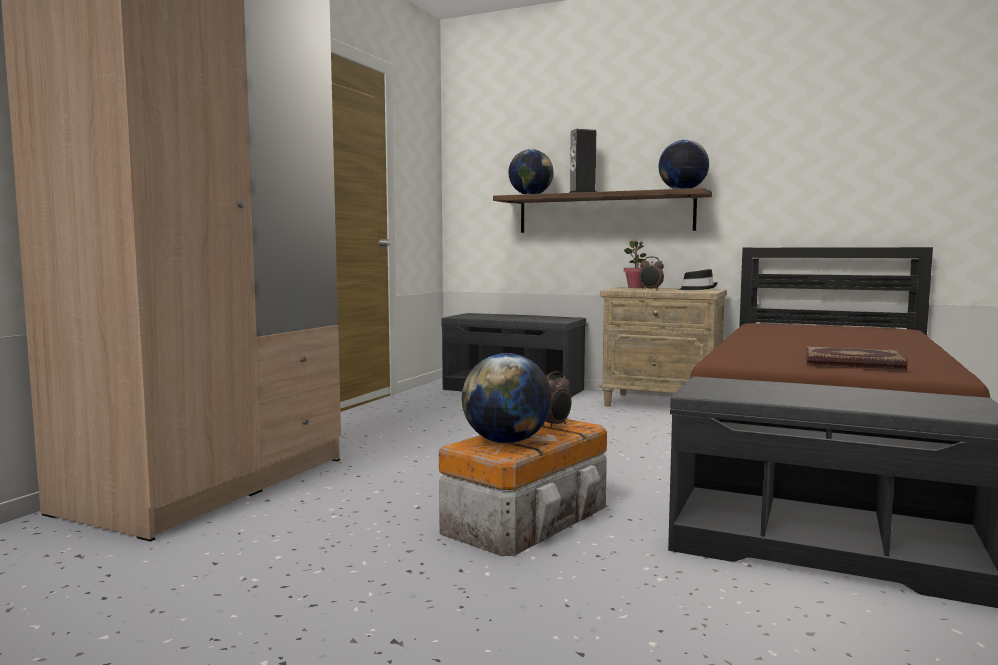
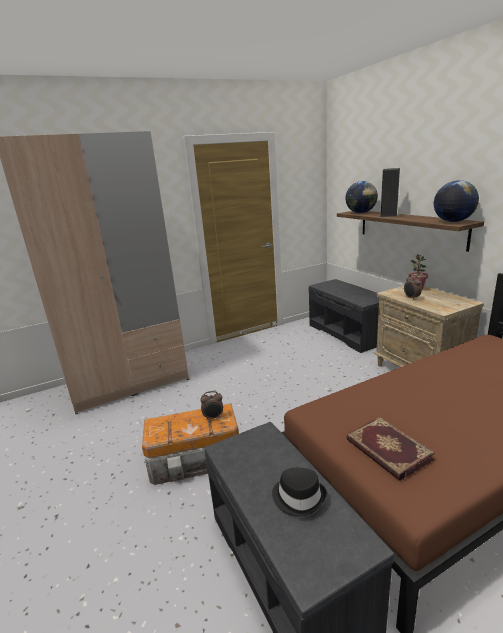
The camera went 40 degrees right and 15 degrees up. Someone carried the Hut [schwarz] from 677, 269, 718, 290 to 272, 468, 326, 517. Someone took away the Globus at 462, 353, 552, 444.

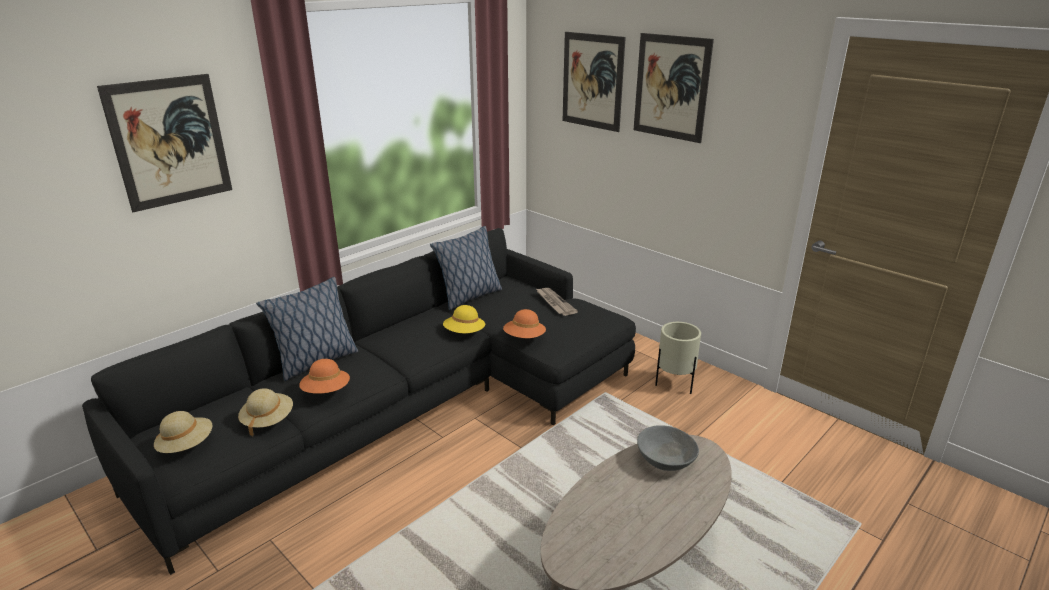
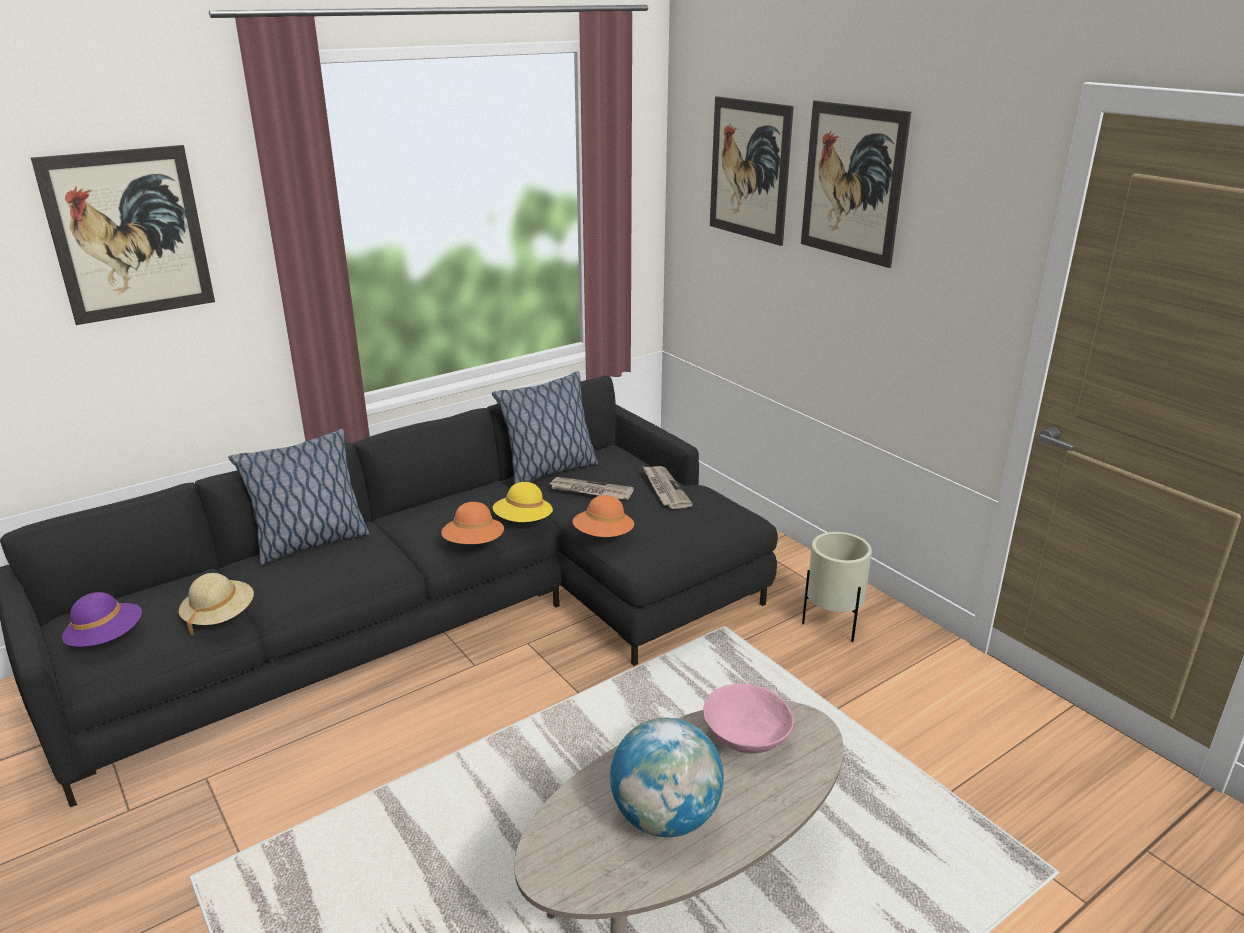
The camera went 10 degrees right and 0 degrees up. Someone repainted the Hut [beige] at 154, 411, 212, 453, which became the Hut [lila] at 62, 592, 142, 647. Someone carried the Hut [orange] from 299, 359, 350, 394 to 441, 502, 504, 544. Someone put down the Zeitung at 550, 477, 634, 500. Someone put down the Globus at 610, 718, 724, 837. Someone repainted the Schüssel [grau] at 637, 425, 699, 471, which became the Schüssel [rosa] at 703, 684, 794, 754.

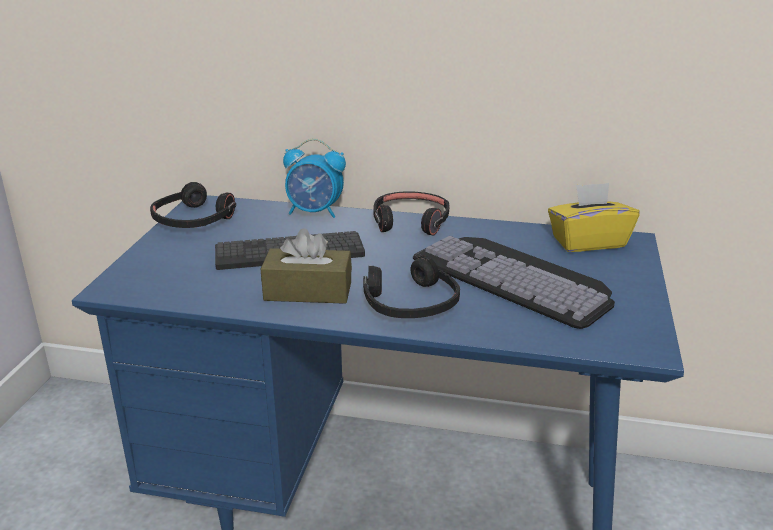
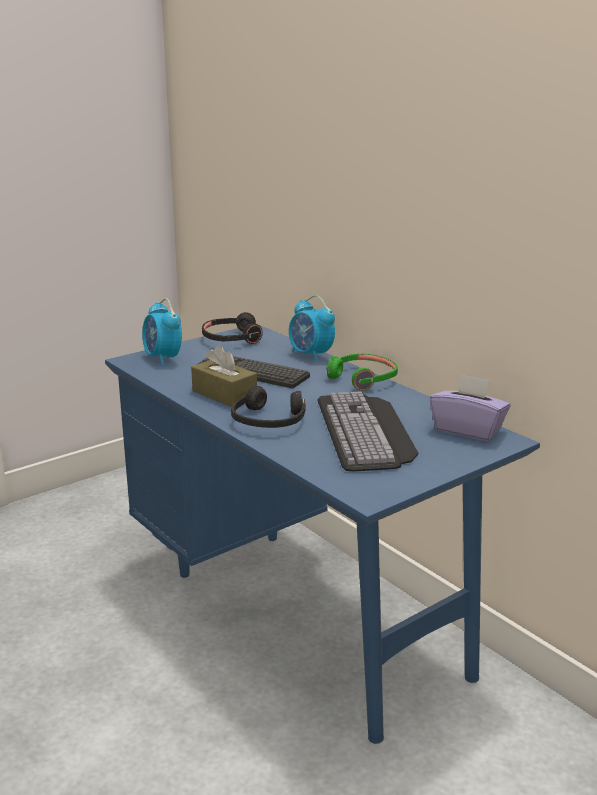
The camera went 40 degrees right and 5 degrees down. Someone put down the Wecker at 142, 298, 182, 365. Someone repainted the Kopfhörer [schwarz] at 373, 192, 450, 236, which became the Kopfhörer [grün] at 326, 354, 398, 391. Someone repainted the Taschentuchbox [gelb] at 548, 183, 640, 252, which became the Taschentuchbox [lila] at 430, 374, 510, 441.

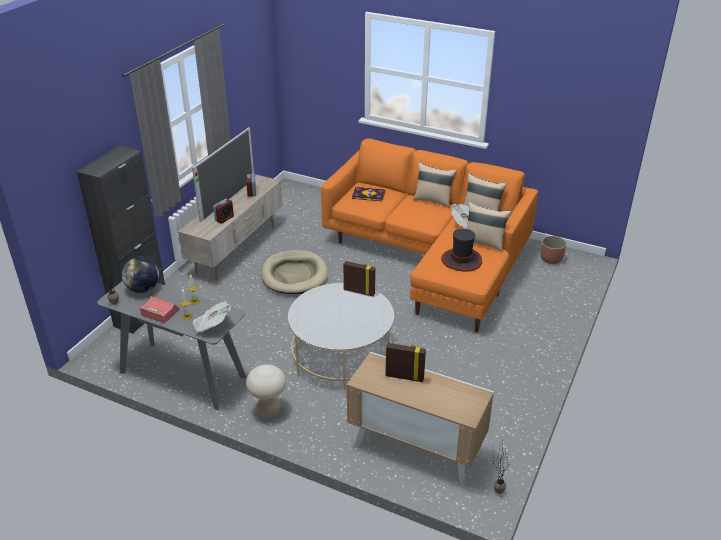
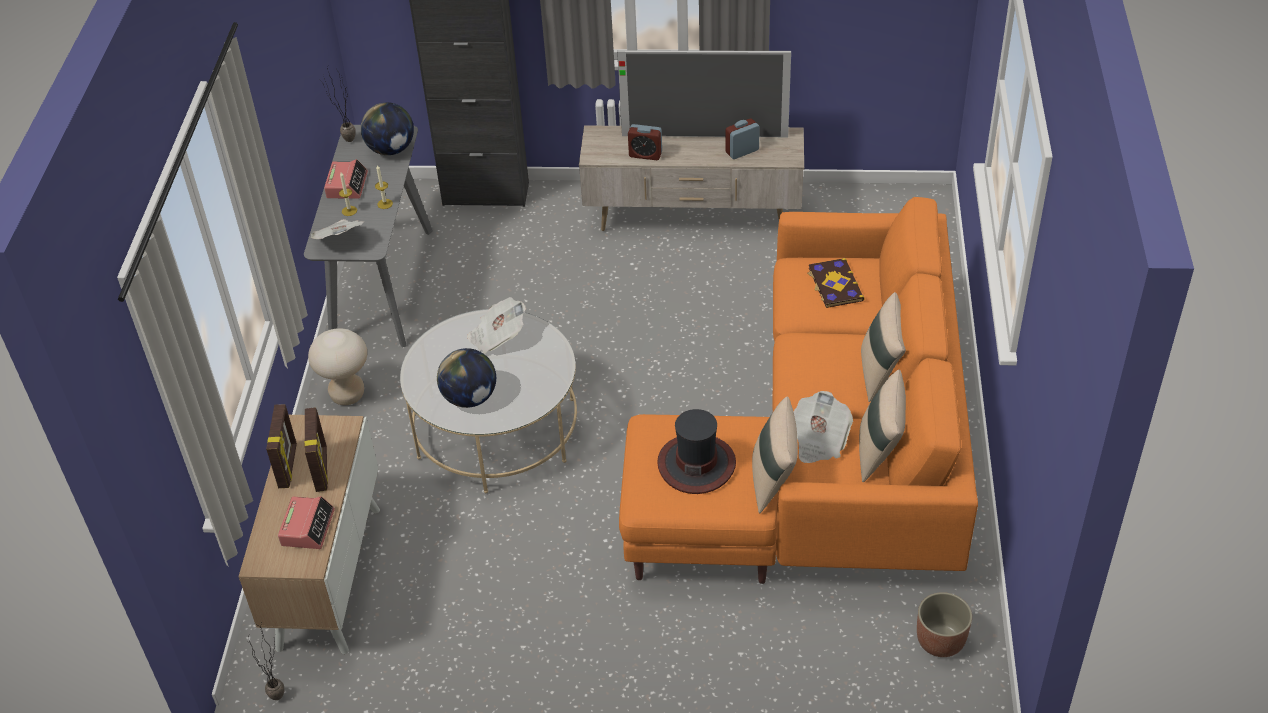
The camera went 70 degrees right and 10 degrees up. Someone carried the Bilderrahmen from 343, 261, 376, 296 to 266, 404, 297, 488. Someone put down the Wecker at 278, 496, 335, 549. Someone put down the Globus at 437, 348, 496, 408. Someone put down the Zeitung at 467, 297, 526, 354. Someone took away the Hundebett [beige] at 261, 250, 328, 294.

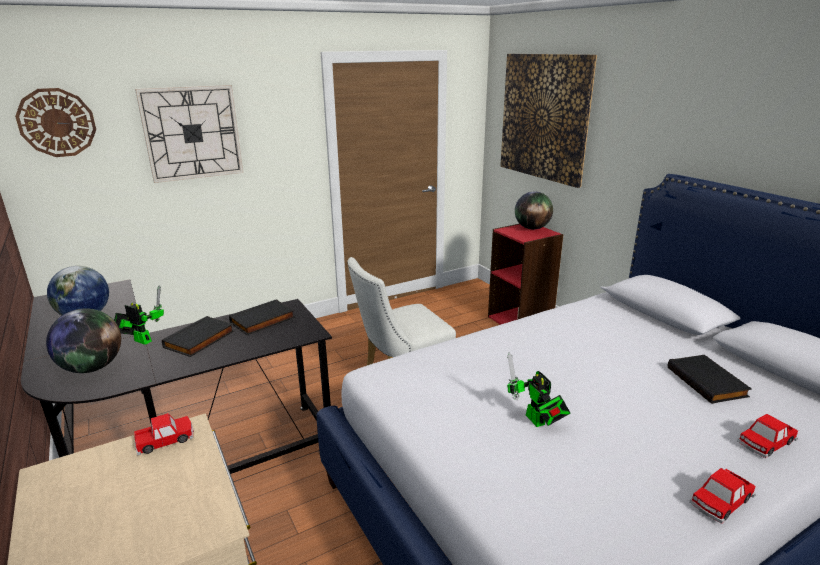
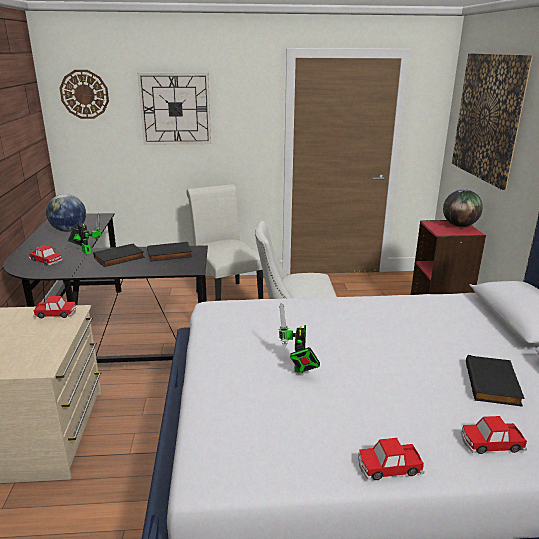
The camera went 25 degrees right and 0 degrees up. Someone swapped the Globus at 46, 308, 121, 373 for the Spielzeugauto at 29, 245, 63, 266. Someone put down the Stuhl [weiß] at 186, 184, 263, 301.

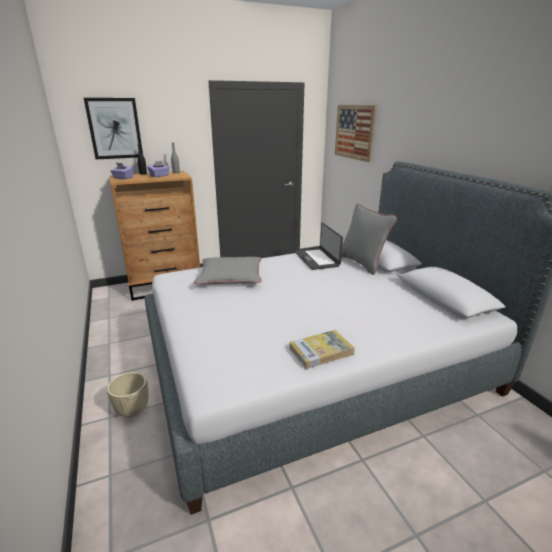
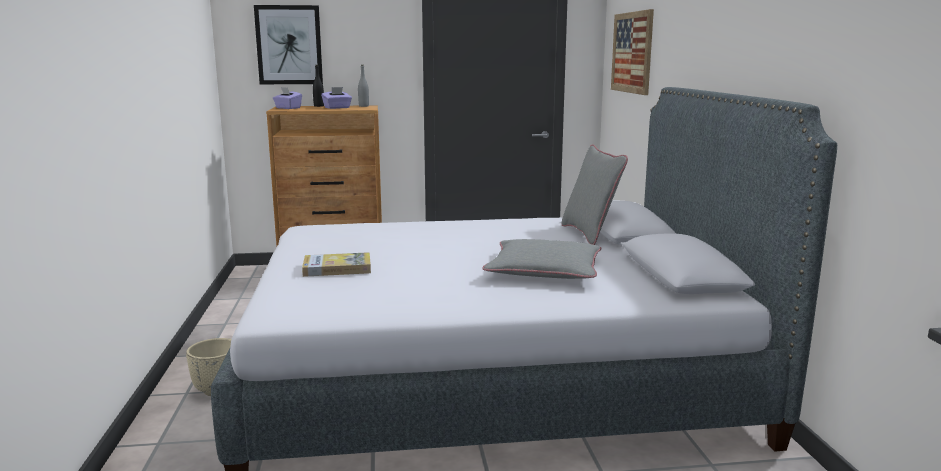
The camera went 15 degrees right and 10 degrees down. Someone carried the Buch from 289, 330, 355, 369 to 302, 252, 371, 277. Someone carried the Kissen [grau] from 194, 257, 262, 284 to 482, 239, 601, 279. Someone took away the Laptop at 295, 223, 343, 270.

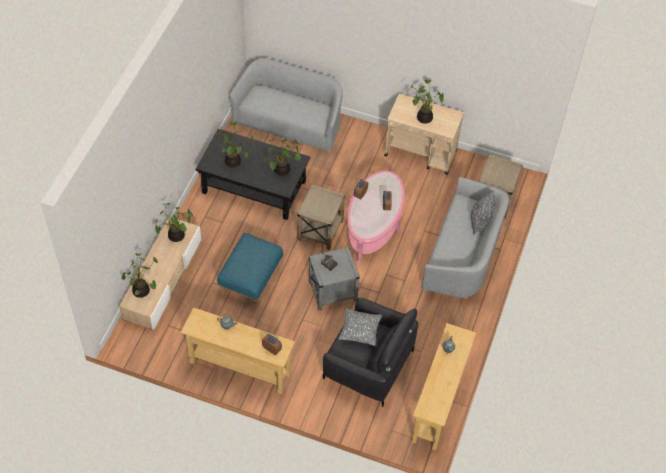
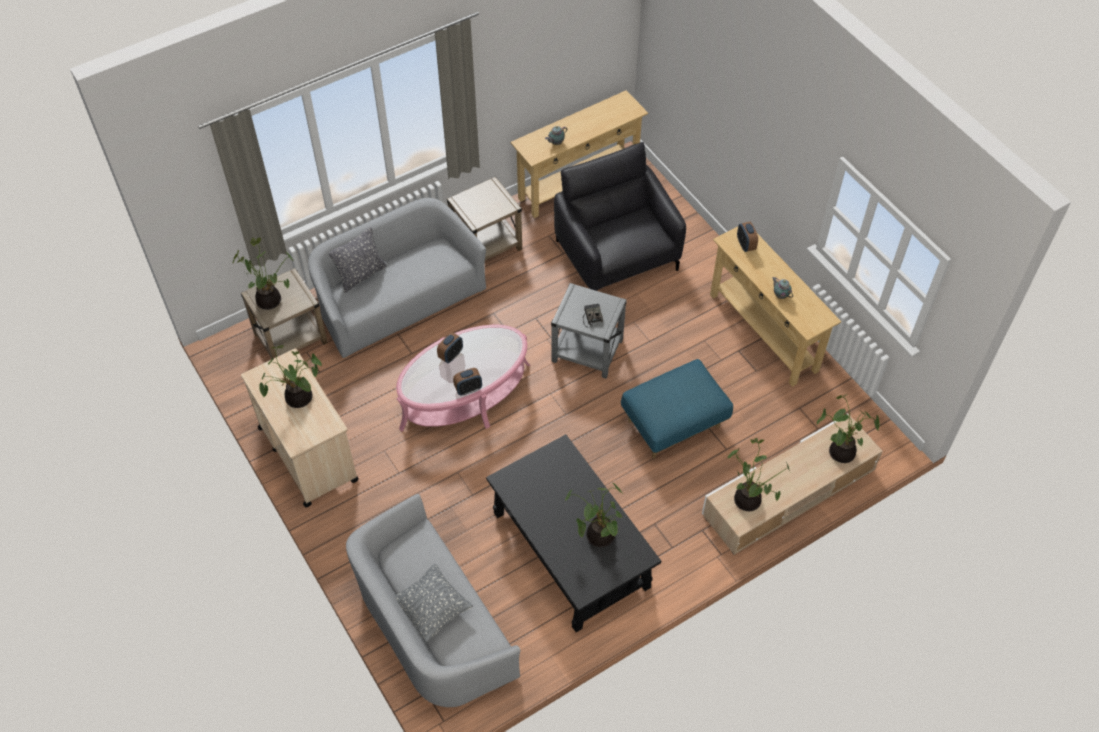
The camera went 140 degrees left and 0 degrees up. Someone carried the Topfpflanze from 264, 139, 301, 176 to 232, 238, 295, 310. Someone carried the Kissen [grau] from 338, 308, 382, 346 to 394, 564, 473, 642. Someone carried the Beistelltisch [beige] from 297, 184, 345, 250 to 447, 177, 522, 260.

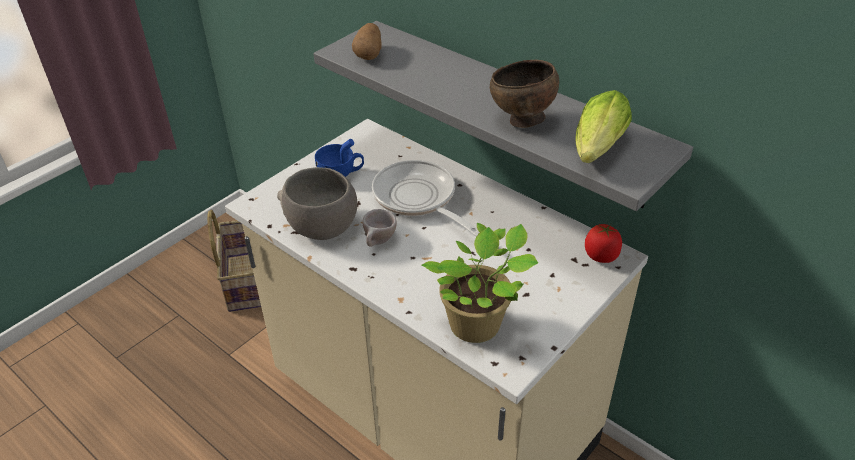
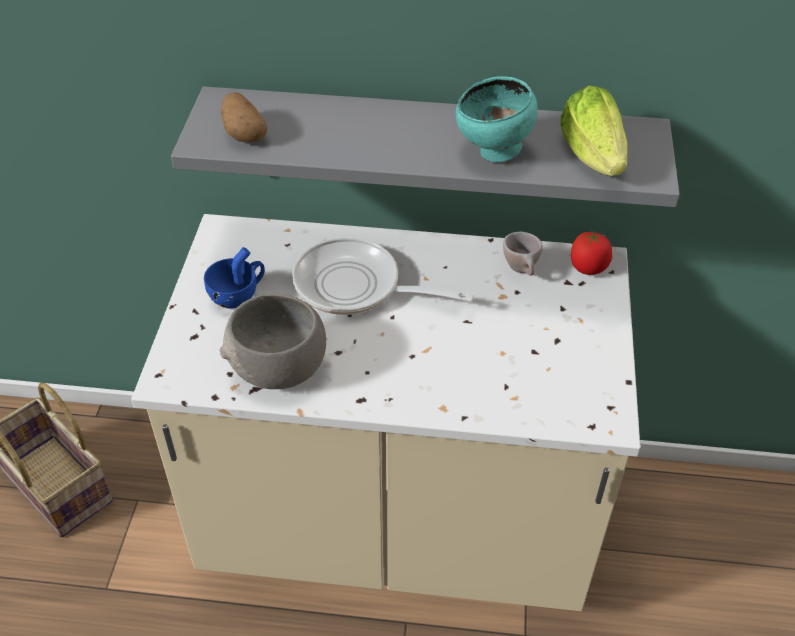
The camera went 35 degrees left and 5 degrees up. Someone repainted the Schüssel [braun] at 490, 60, 559, 128, which became the Schüssel [türkis] at 456, 76, 538, 162. Someone carried the Tasse [beige] from 362, 209, 397, 247 to 503, 232, 543, 276. Someone took away the Topfpflanze at 422, 223, 538, 343.

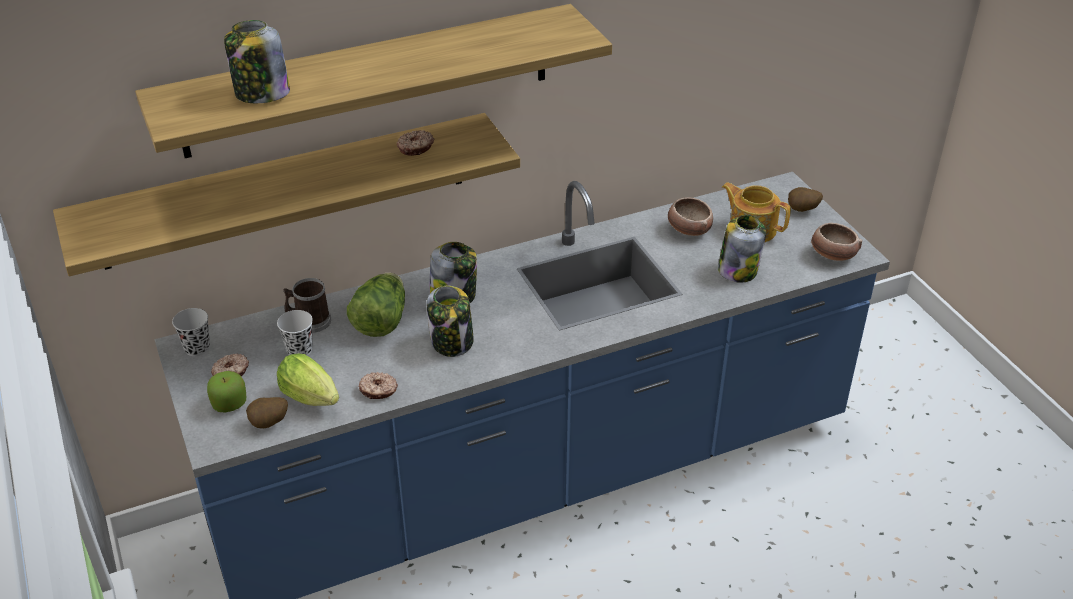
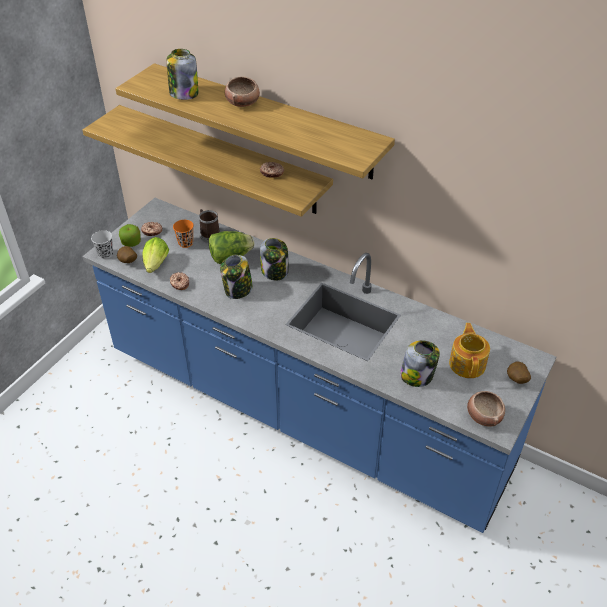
The camera went 55 degrees right and 5 degrees up. Someone carried the Tasse [schwarz] from 172, 308, 210, 356 to 91, 230, 113, 259. Someone repainted the Tasse [weiß] at 277, 310, 313, 356, which became the Tasse [orange] at 173, 220, 194, 248. Someone carried the Schüssel from 668, 197, 713, 236 to 225, 76, 260, 107.

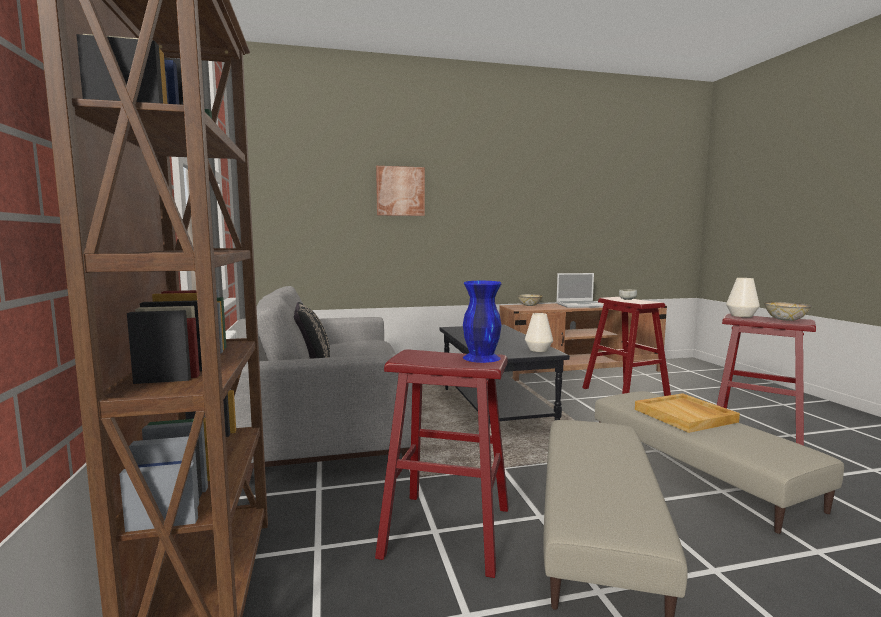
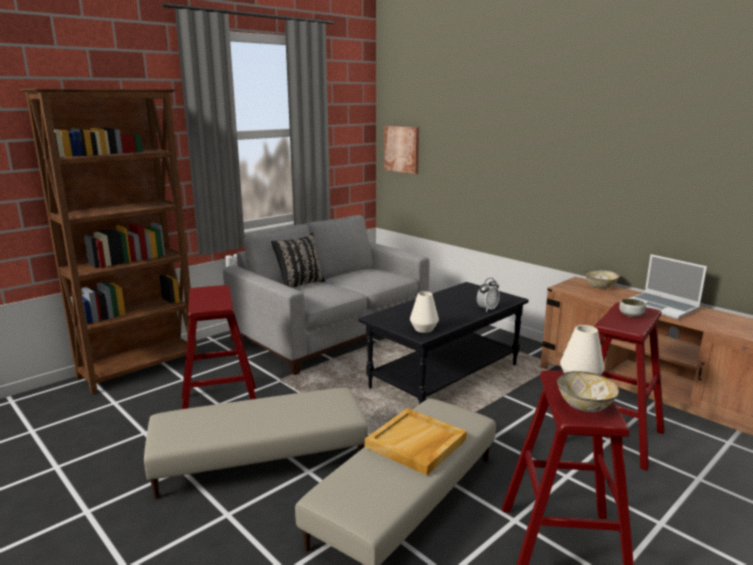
The camera went 60 degrees right and 10 degrees up. Someone carried the Bild from 376, 166, 425, 216 to 384, 126, 419, 174. Someone put down the Wecker at 477, 278, 500, 312. Someone took away the Vase [blau] at 463, 281, 502, 363.

